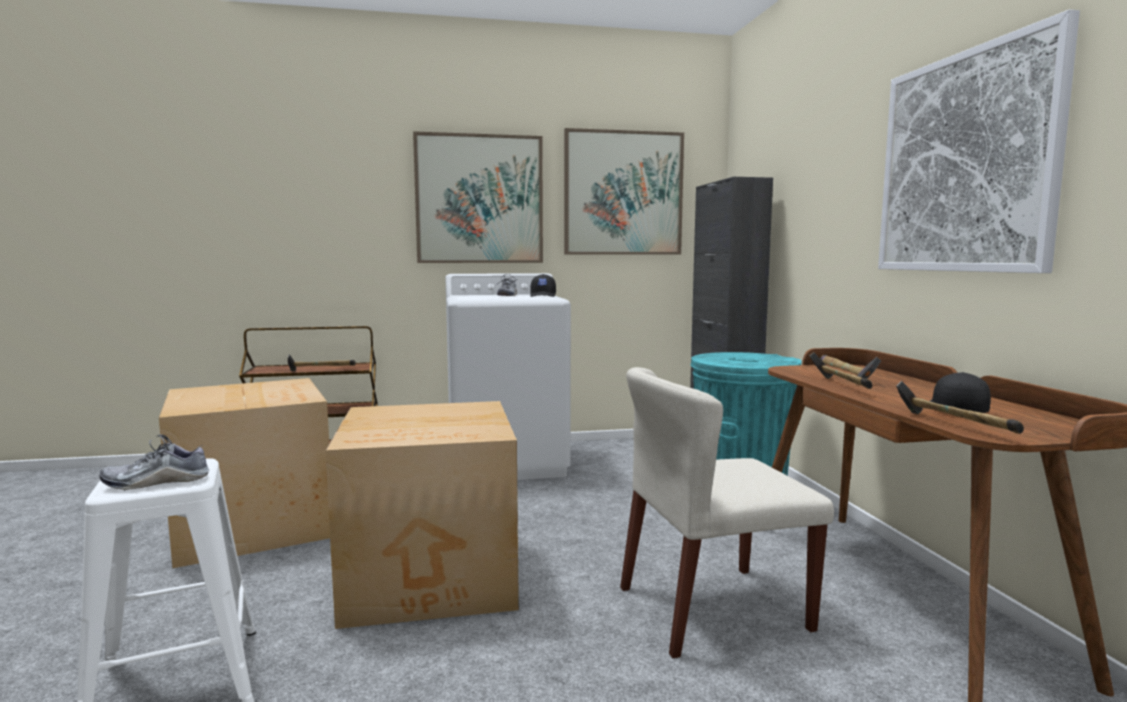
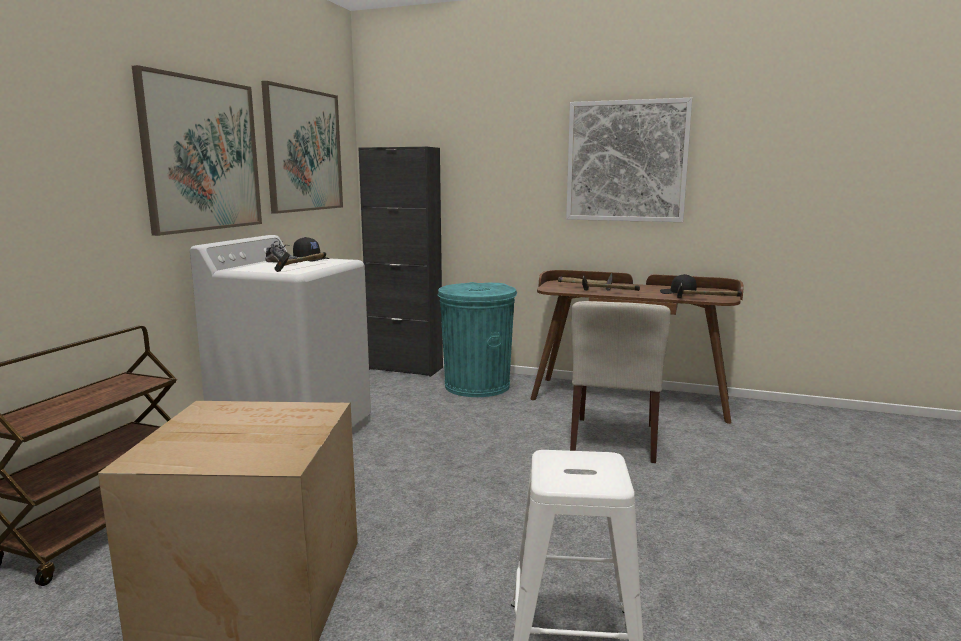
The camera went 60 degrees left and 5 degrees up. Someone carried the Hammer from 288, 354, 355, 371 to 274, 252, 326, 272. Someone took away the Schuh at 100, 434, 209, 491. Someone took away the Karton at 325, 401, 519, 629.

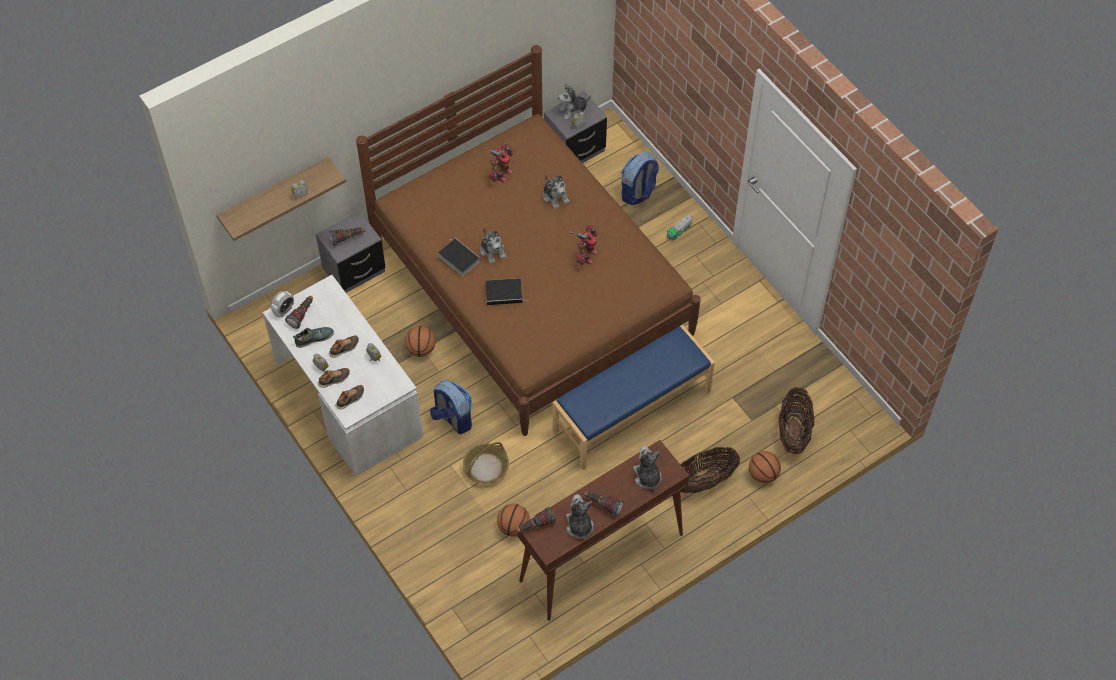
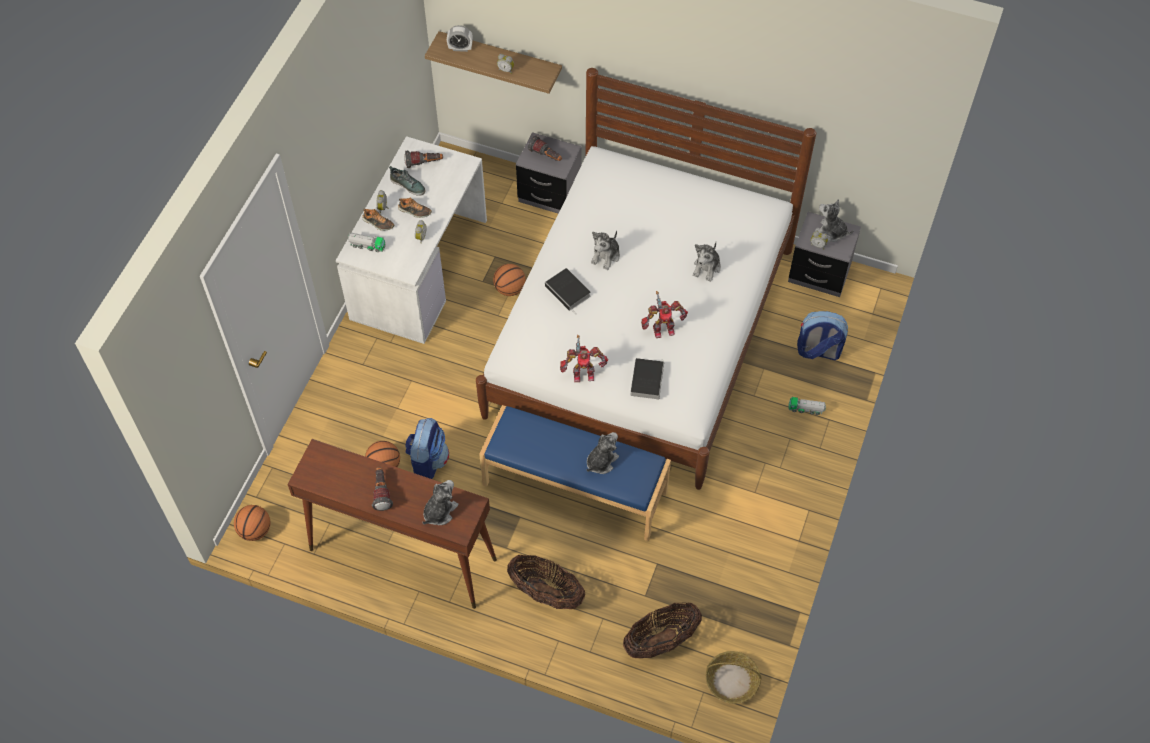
The camera went 55 degrees right and 0 degrees up. Someone carried the Basketball from 749, 451, 781, 483 to 234, 505, 270, 541. Someone swapped the Schuh at 335, 385, 364, 410 for the Spielzeuglaster at 348, 233, 386, 252. Someone carried the Rucksack from 430, 380, 472, 434 to 405, 418, 449, 479. Someone carried the Wecker from 271, 291, 294, 318 to 447, 25, 473, 52. Someone repainted the Bett [braun] at 356, 45, 701, 436, which became the Bett [weiß] at 476, 68, 816, 490. Someone carried the Spielzeugroboter from 484, 143, 513, 182 to 560, 335, 608, 382. Someone carried the Plüschtier from 566, 494, 594, 540 to 586, 432, 619, 474. Someone carried the Buch from 438, 238, 480, 276 to 630, 358, 664, 399. Someone carried the Korb from 463, 442, 509, 484 to 706, 651, 761, 704. Someone took away the Taschenlampe at 516, 507, 556, 533.

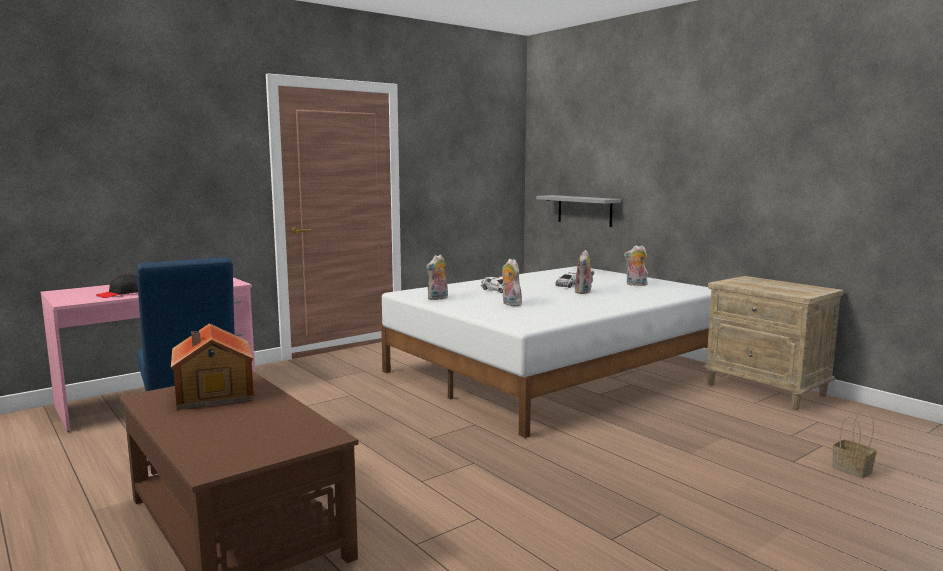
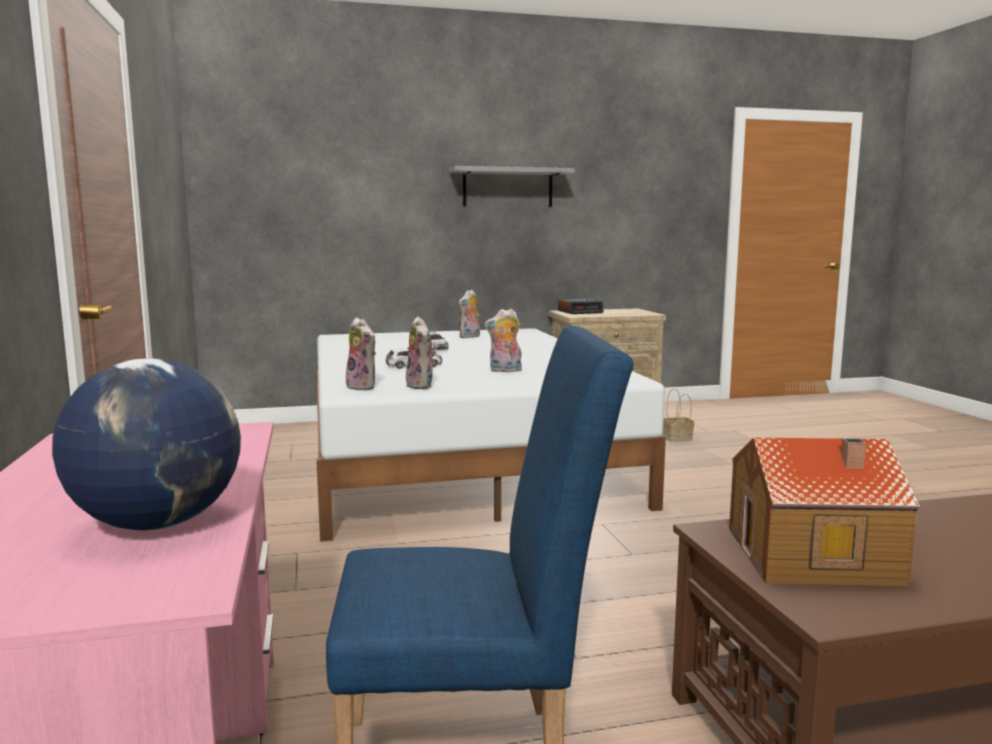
The camera went 65 degrees left and 0 degrees up. Someone swapped the Kappe [schwarz] at 96, 273, 138, 298 for the Globus at 52, 358, 241, 531. Someone carried the Plüschtier from 575, 250, 594, 294 to 346, 317, 376, 391. Someone carried the Wandregal [grau] from 536, 195, 621, 227 to 449, 166, 575, 206. Someone put down the Wecker at 558, 299, 604, 314. Someone carried the Korb from 832, 409, 877, 478 to 663, 389, 694, 442.

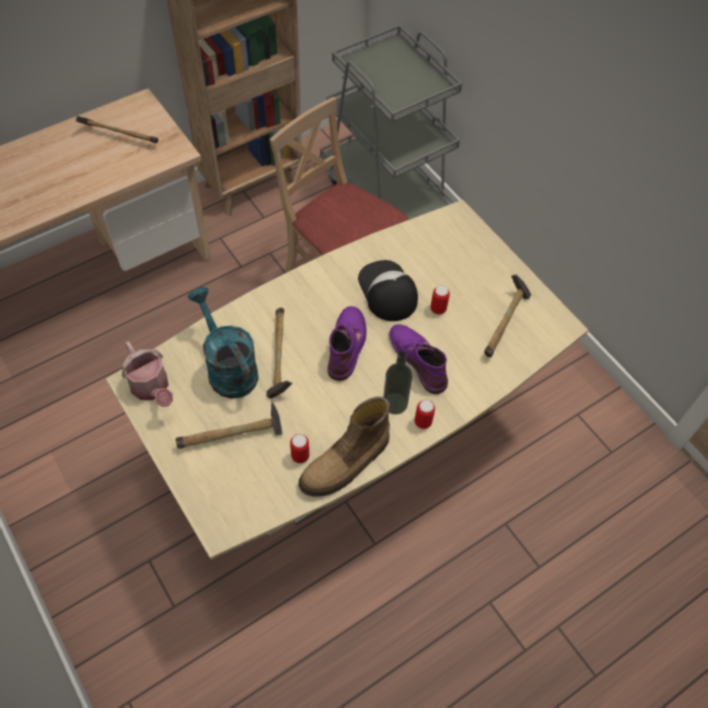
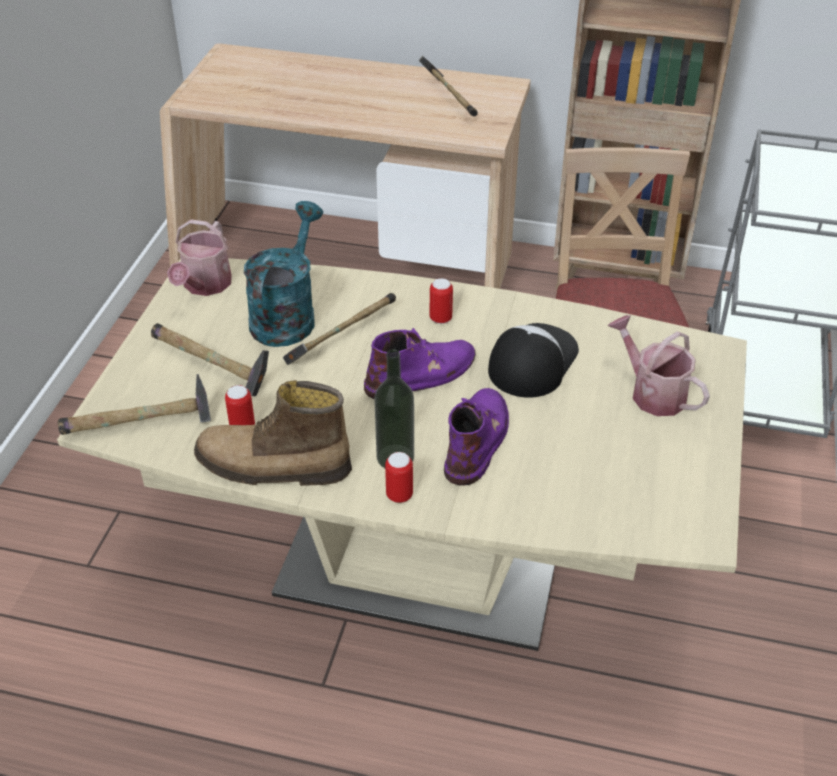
The camera went 50 degrees right and 15 degrees down. Someone carried the Hammer from 484, 274, 531, 357 to 58, 374, 211, 435. Someone carried the Dose from 430, 286, 450, 315 to 430, 278, 453, 324. Someone put down the Gießkanne at 608, 315, 710, 416.

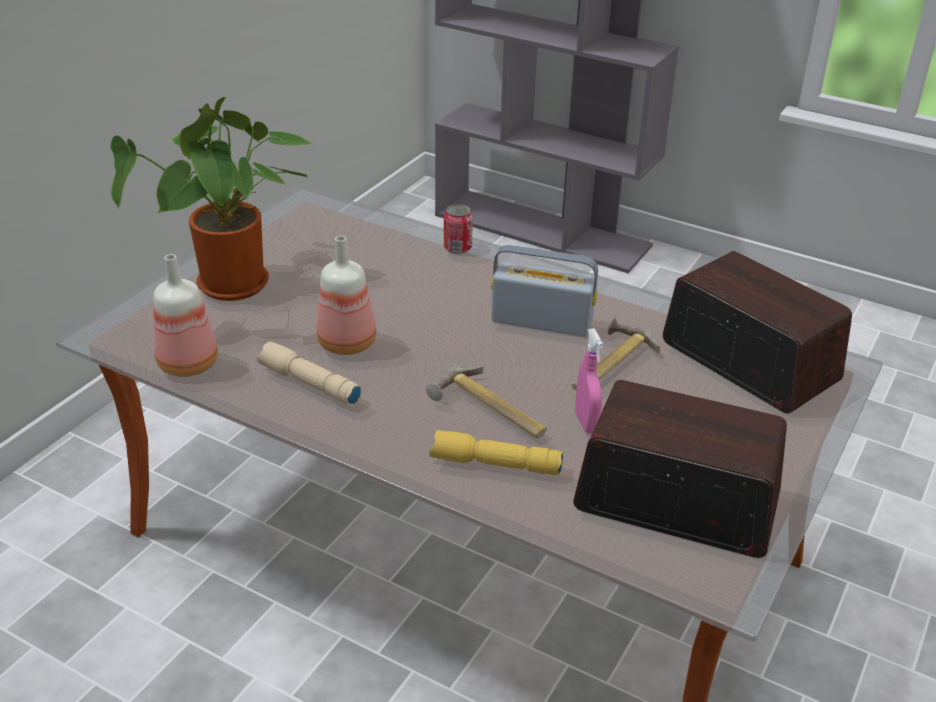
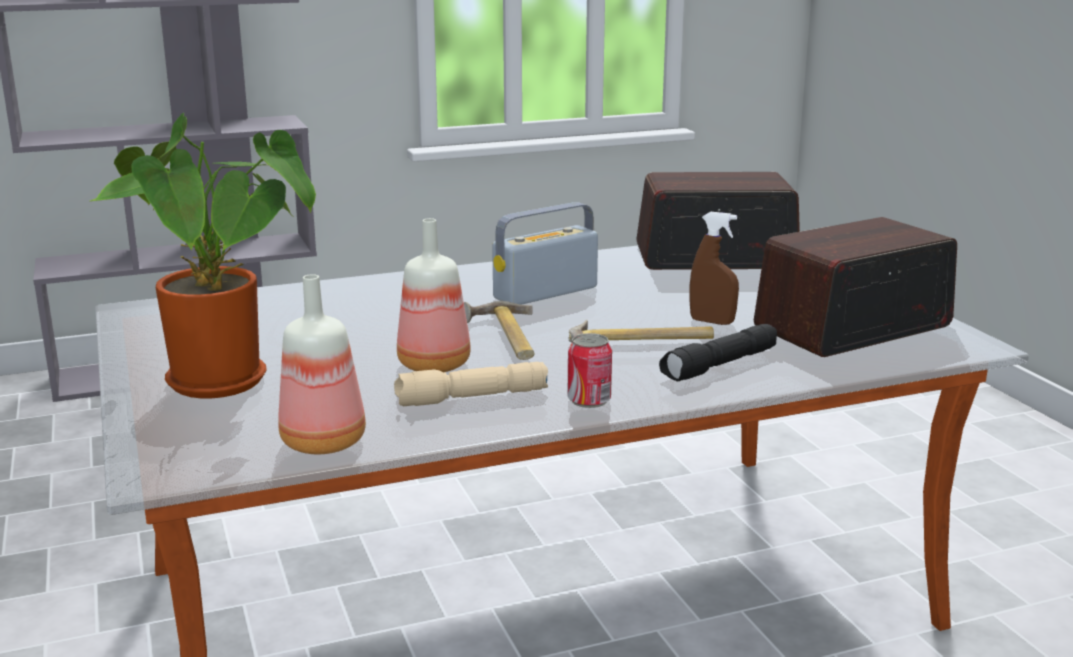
The camera went 50 degrees left and 15 degrees down. Someone carried the Hammer from 572, 317, 660, 391 to 464, 301, 535, 360. Someone carried the Dose from 444, 205, 473, 254 to 568, 333, 612, 408. Someone repainted the Taschenlampe [gelb] at 429, 430, 564, 475, which became the Taschenlampe [schwarz] at 659, 324, 777, 382. Someone repainted the Sprühflasche [rosa] at 575, 328, 603, 434, which became the Sprühflasche [braun] at 689, 212, 739, 325.

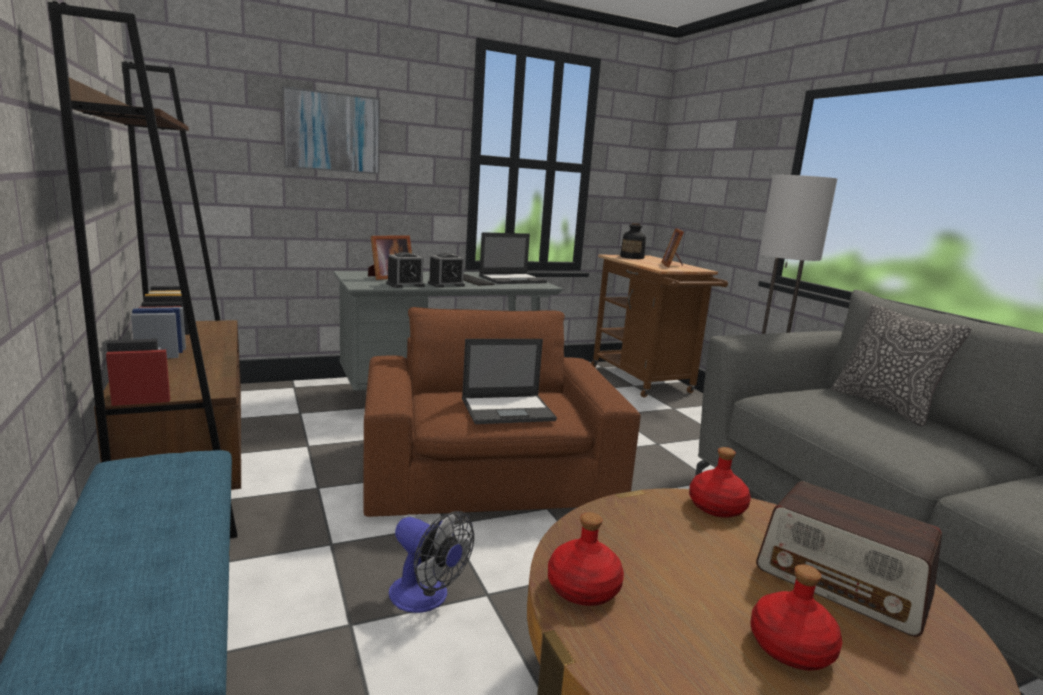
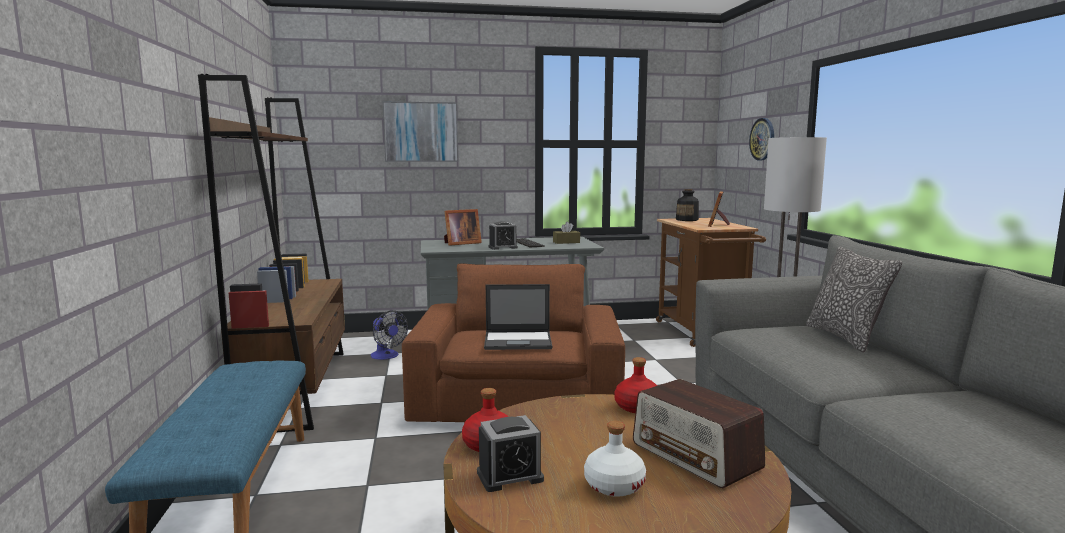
The camera went 15 degrees right and 5 degrees down. Someone carried the Ventilator from 389, 511, 474, 613 to 371, 310, 408, 360. Someone carried the Wecker from 386, 252, 425, 288 to 477, 415, 544, 492. Someone swapped the Laptop at 479, 232, 547, 284 for the Taschentuchbox [braun] at 553, 222, 580, 244. Someone repainted the Flasche [rot] at 750, 564, 842, 671, which became the Flasche [weiß] at 584, 421, 646, 497. Someone put up the Wanduhr at 749, 118, 774, 160.

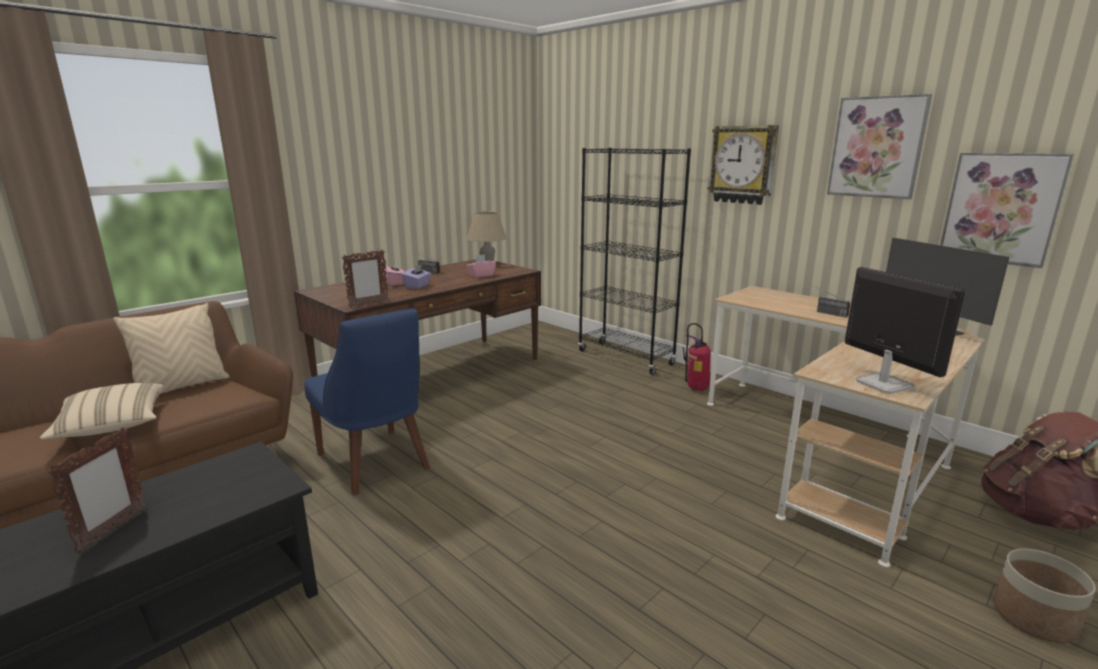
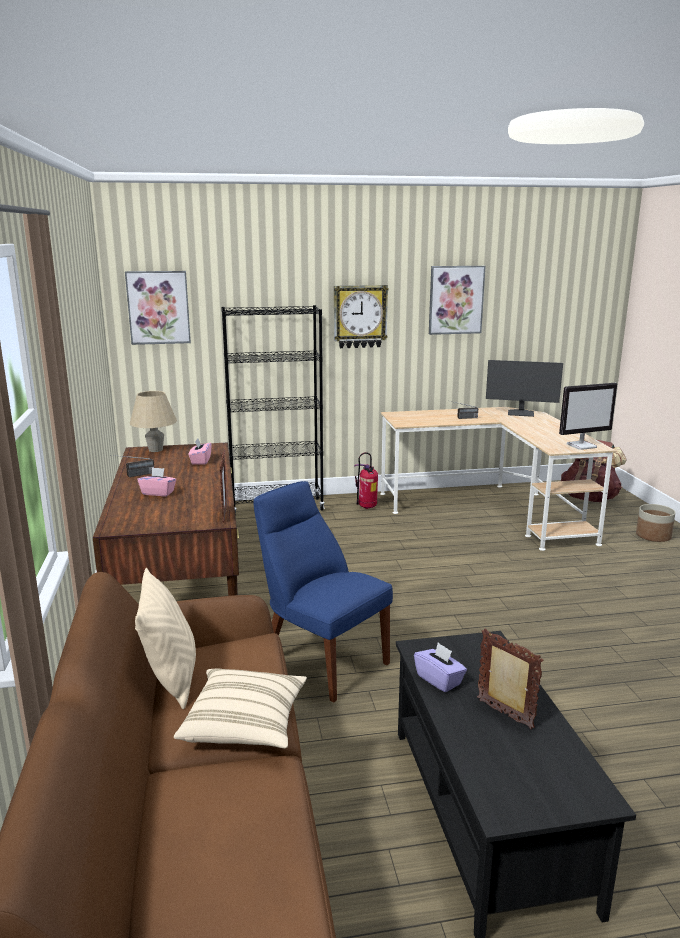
The camera went 55 degrees left and 0 degrees up. Someone carried the Bild from 940, 153, 1074, 268 to 125, 271, 191, 345. Someone rotated the Stuhl [blau] at 304, 309, 430, 496 by 135 degrees counterclockwise. Someone carried the Taschentuchbox [lila] from 402, 264, 431, 289 to 414, 642, 467, 692. Someone rotated the Monitor at 845, 267, 965, 394 by 150 degrees clockwise.

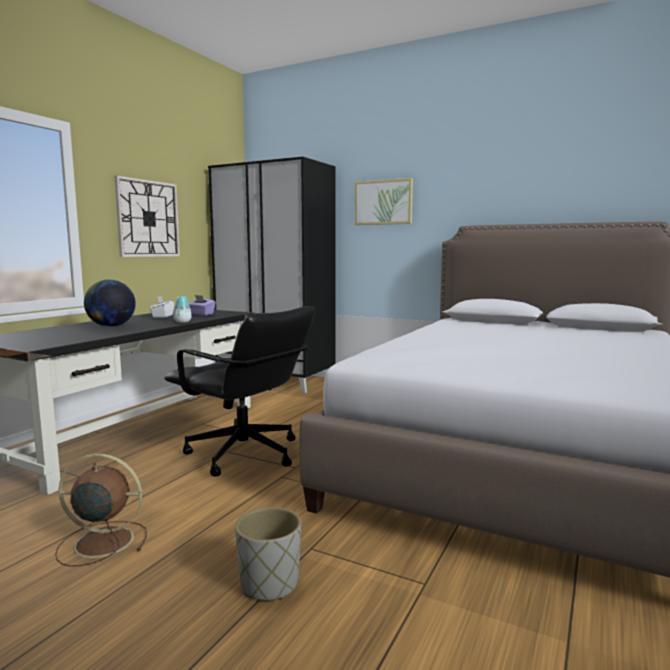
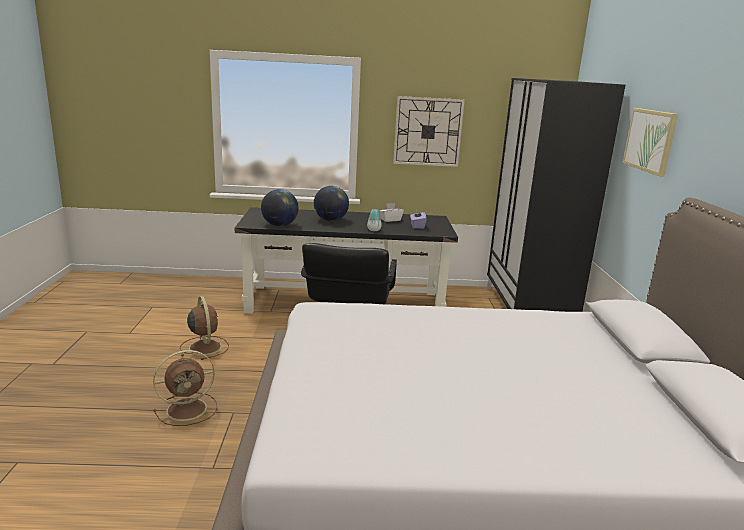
The camera went 60 degrees right and 10 degrees up. Someone swapped the Pflanzkübel [grau] at 235, 507, 301, 600 for the Ventilator [braun] at 153, 350, 217, 426. Someone put down the Globus at 261, 189, 299, 226.

